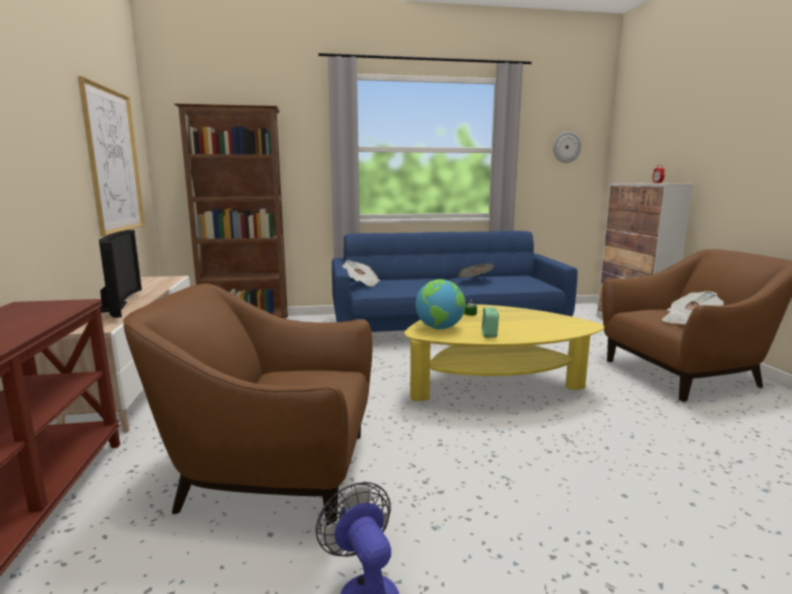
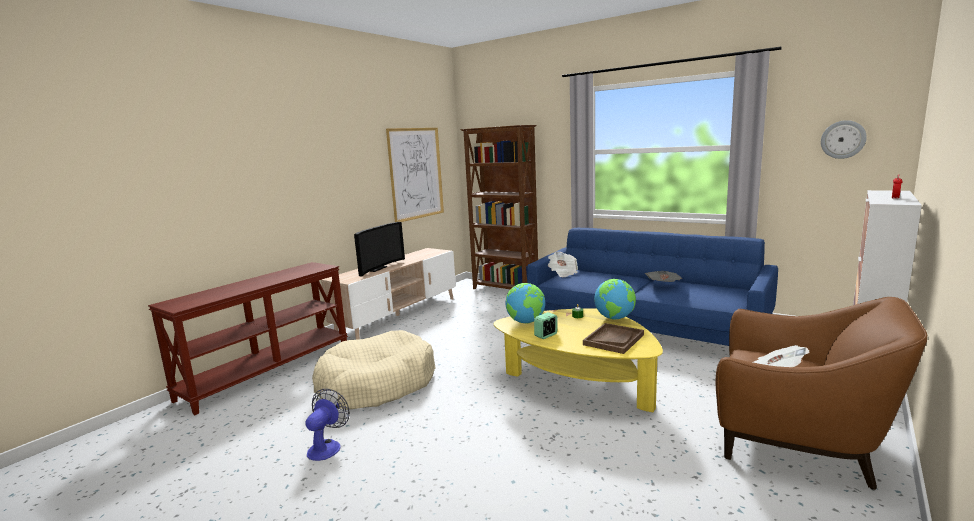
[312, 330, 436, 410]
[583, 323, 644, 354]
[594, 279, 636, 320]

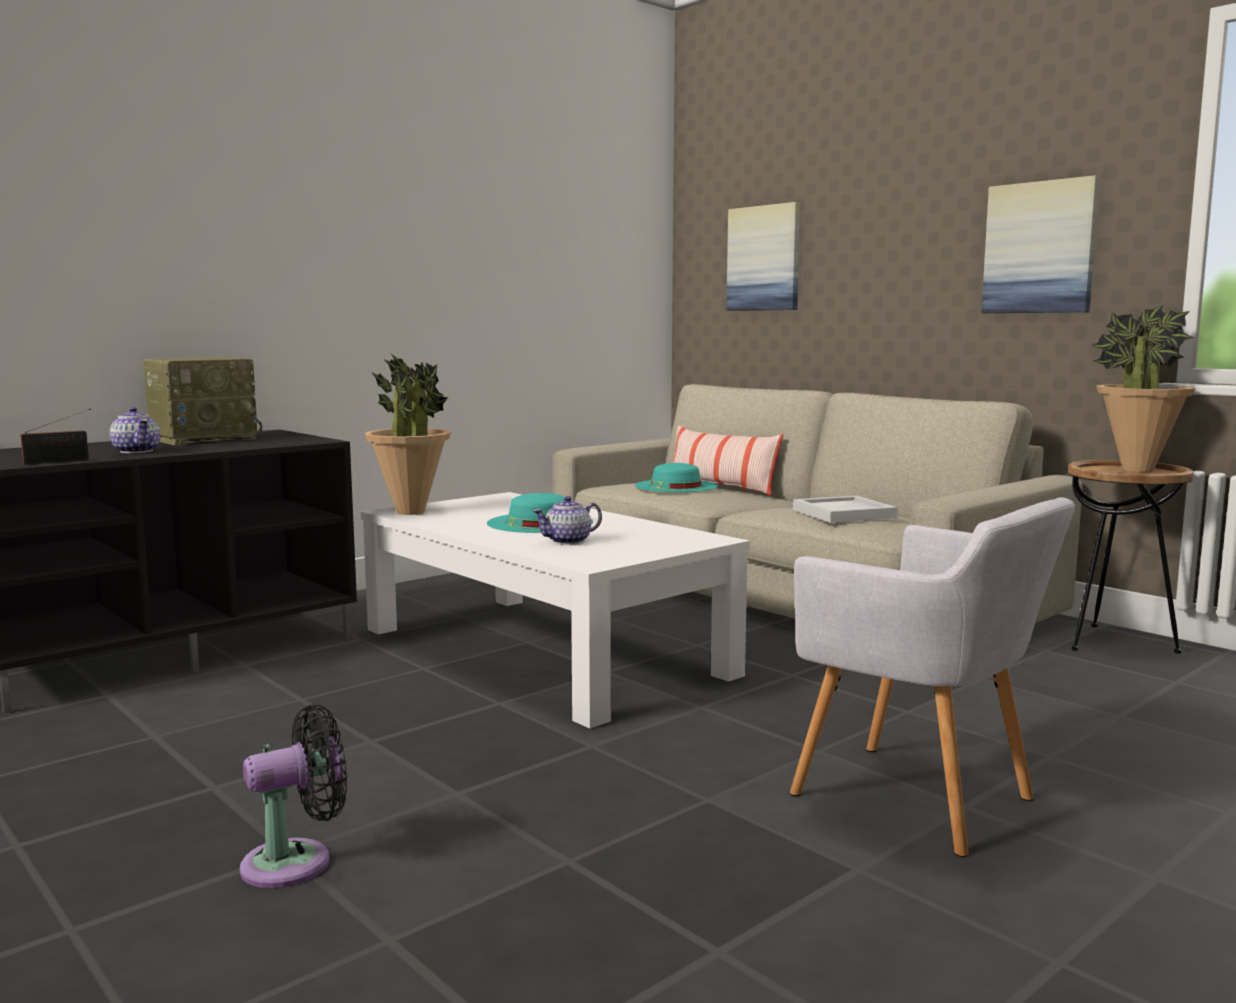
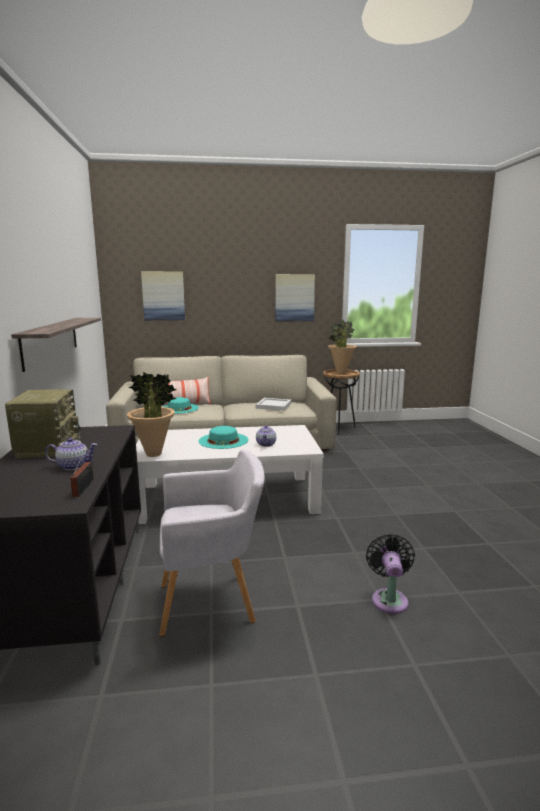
[11, 318, 101, 372]
[159, 450, 265, 637]

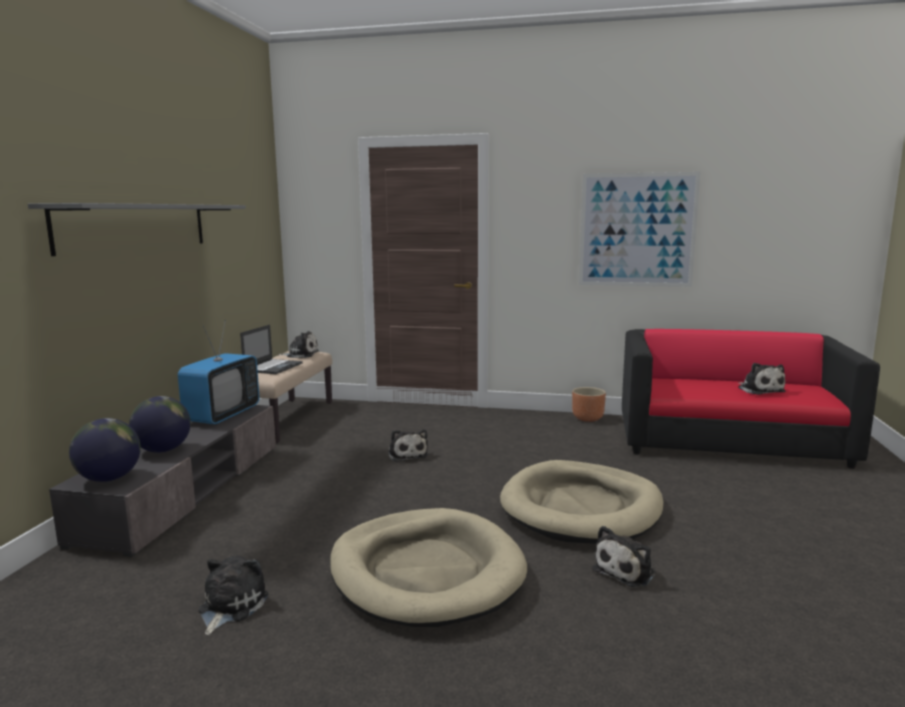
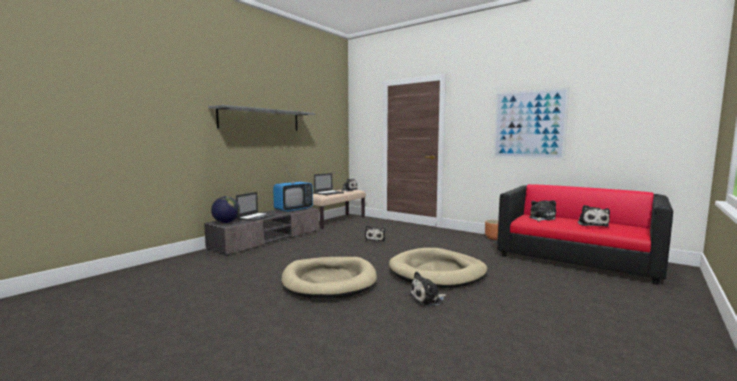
[236, 192, 274, 221]
[529, 200, 556, 221]

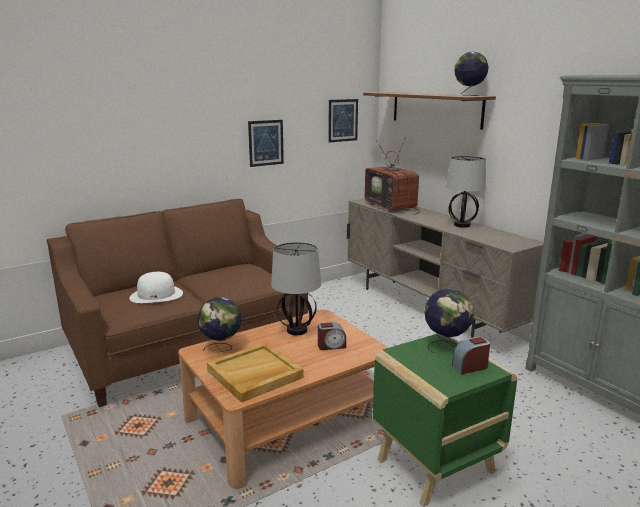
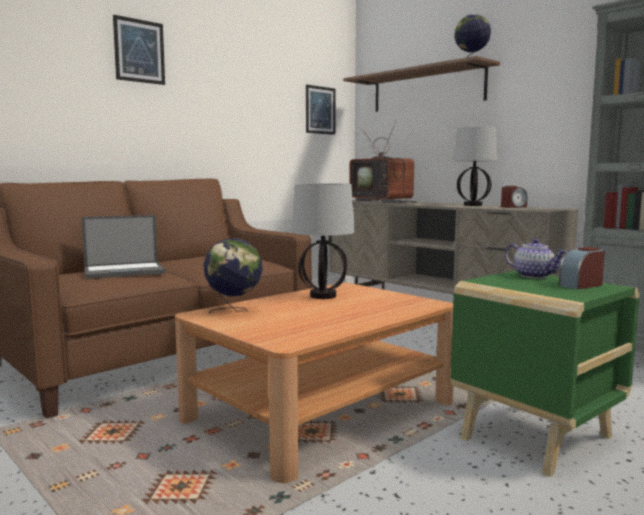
[81, 215, 165, 279]
[113, 15, 165, 85]
[501, 186, 528, 208]
[505, 239, 567, 279]
[207, 342, 304, 403] (first image)

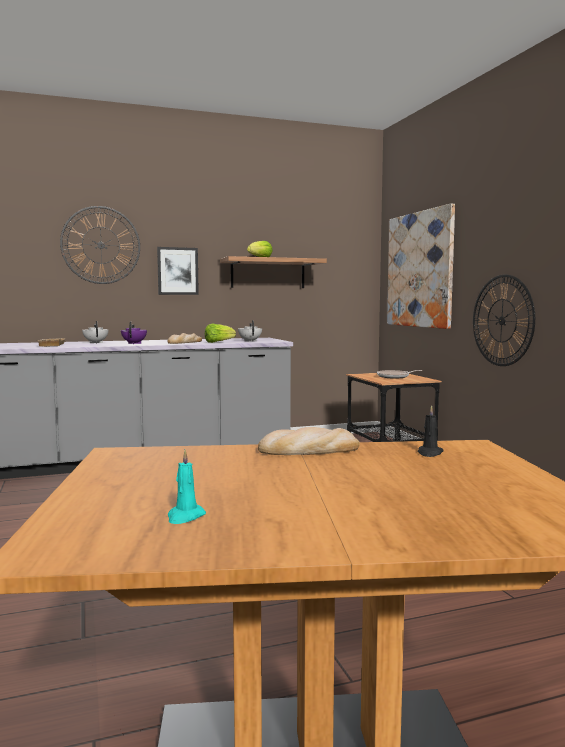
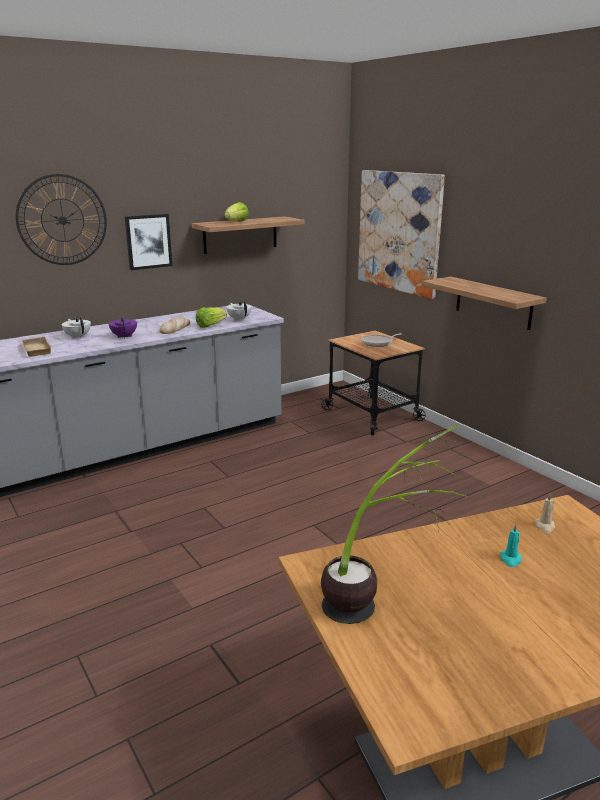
[321, 425, 467, 624]
[422, 277, 547, 330]
[500, 524, 522, 567]
[534, 493, 555, 533]
[258, 427, 360, 455] (first image)

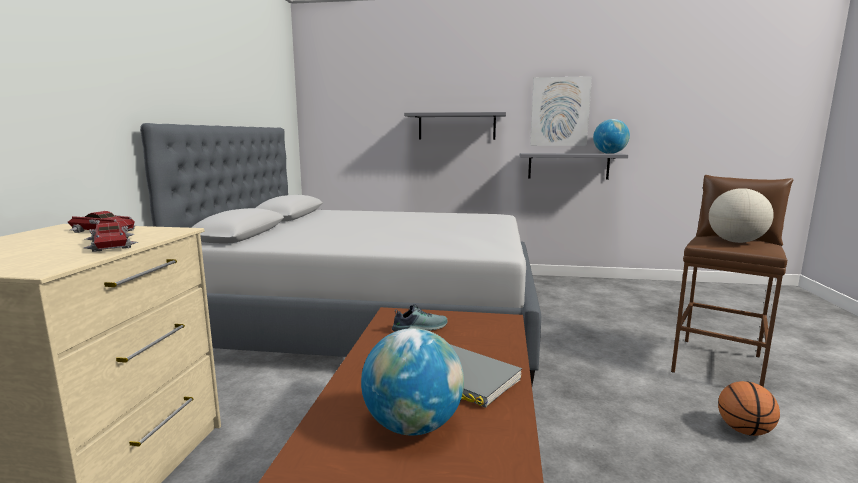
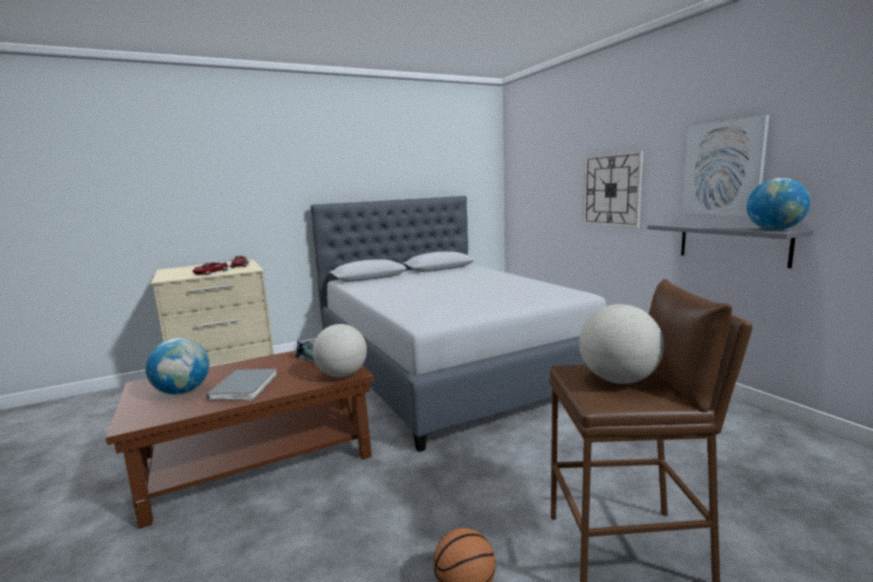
[313, 324, 367, 377]
[583, 151, 643, 228]

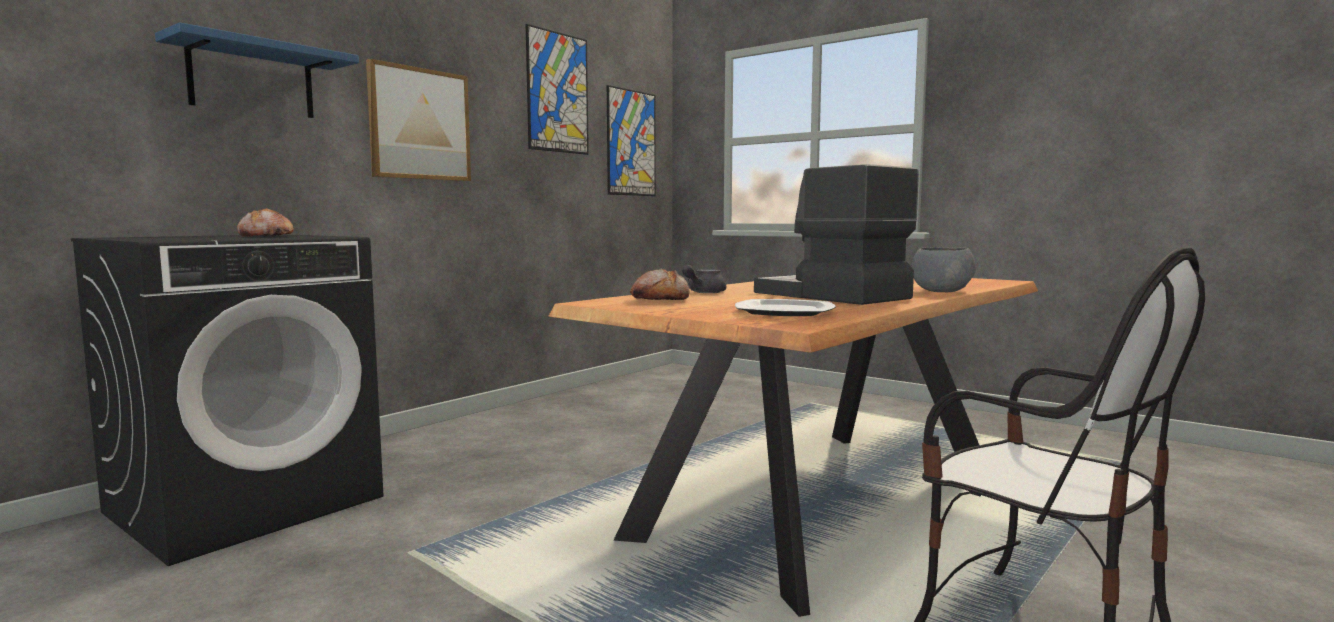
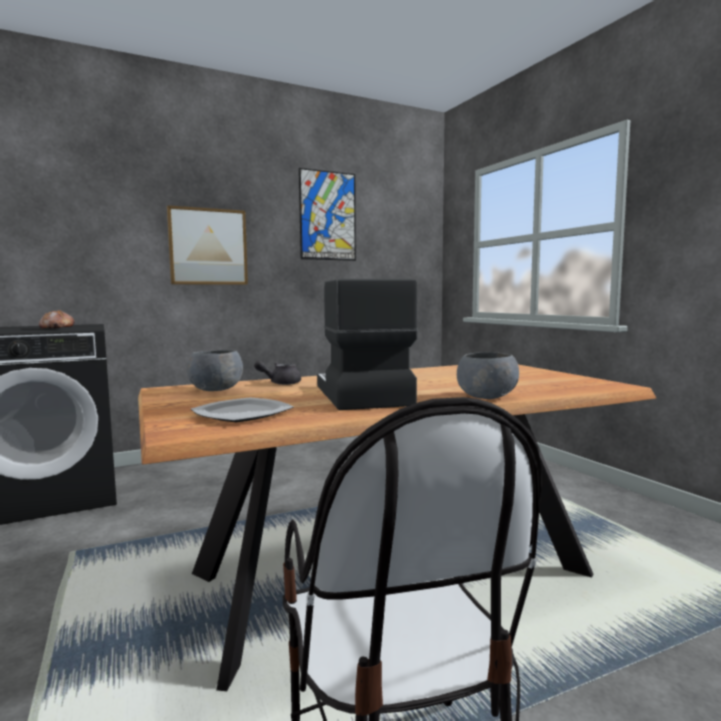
[187, 350, 243, 391]
[155, 22, 359, 118] (first image)
[607, 85, 656, 196] (first image)

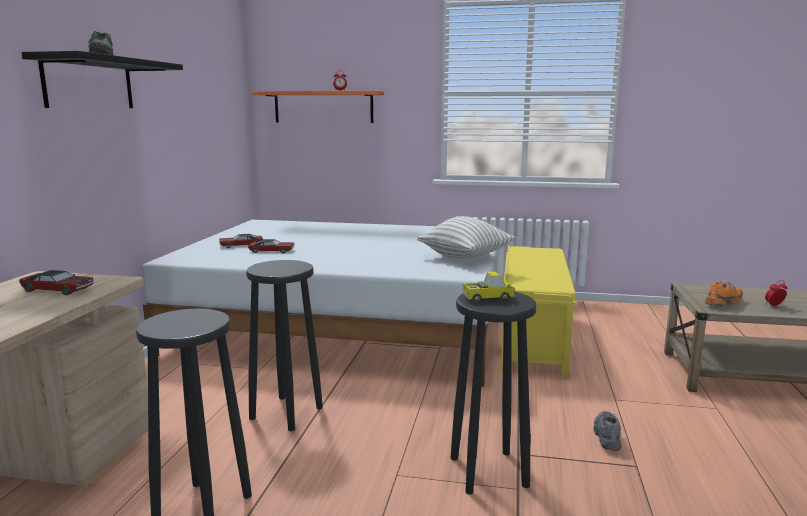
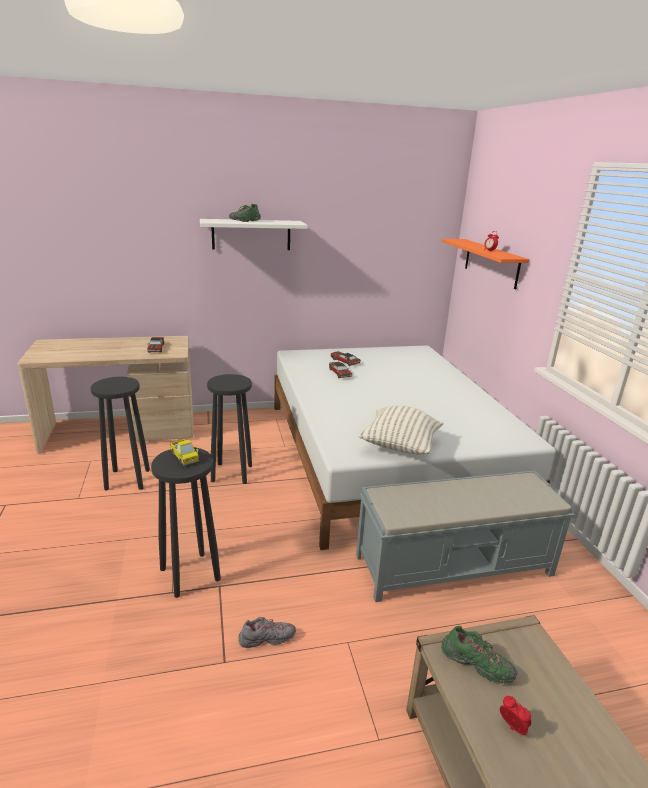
[200, 219, 308, 250]
[356, 470, 575, 602]
[441, 626, 517, 684]

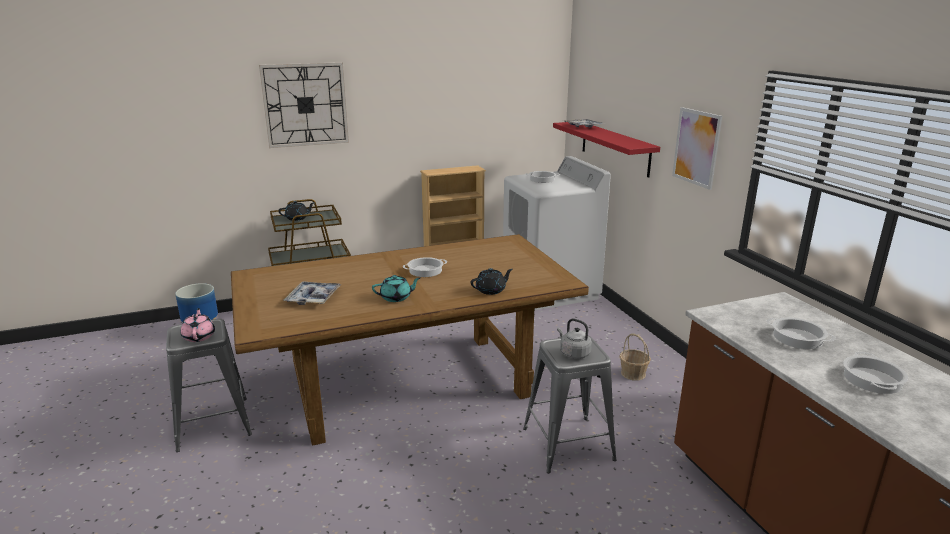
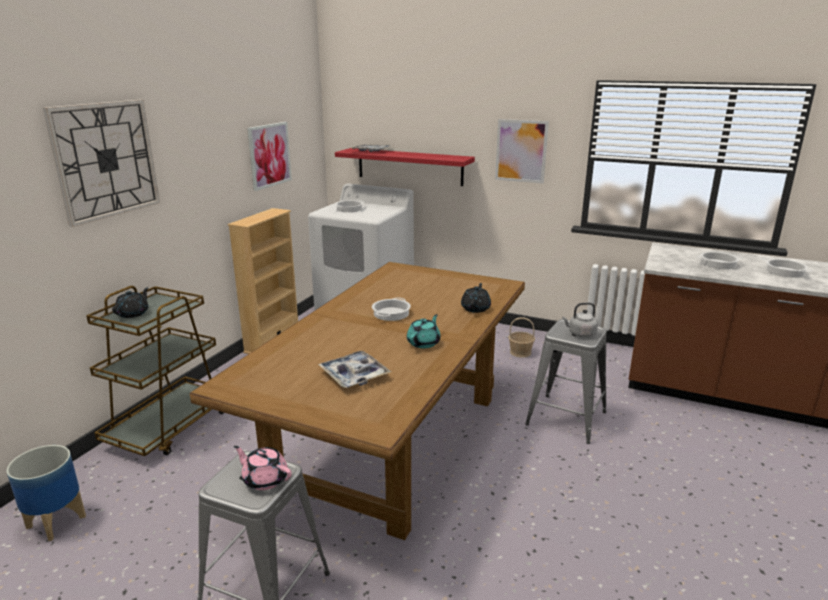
[247, 122, 292, 191]

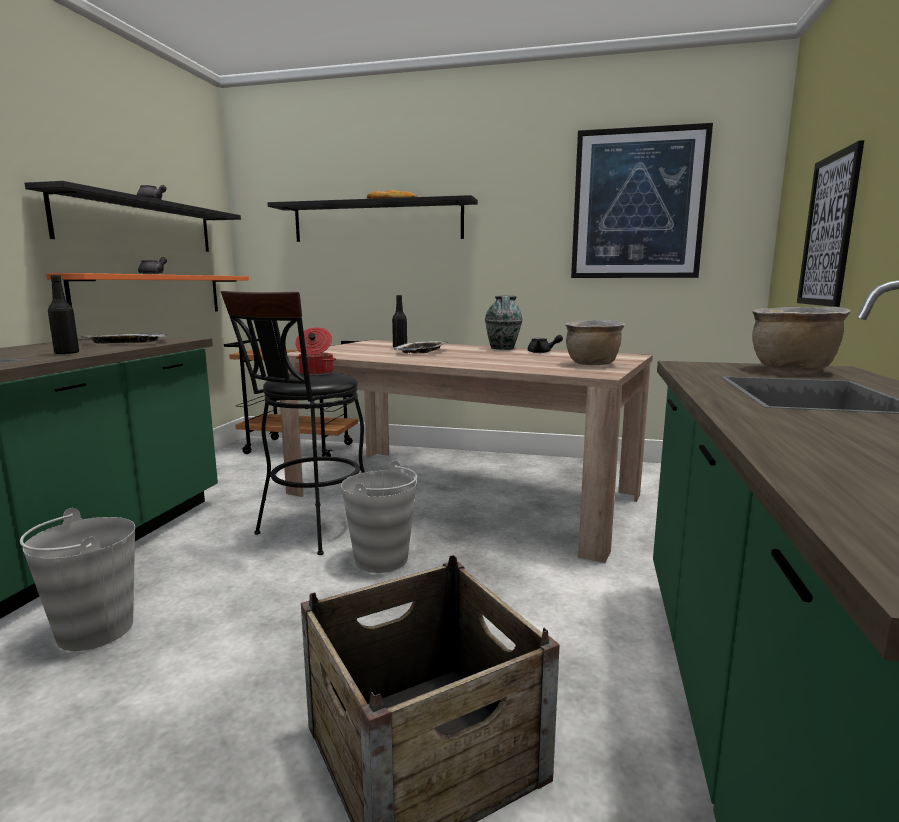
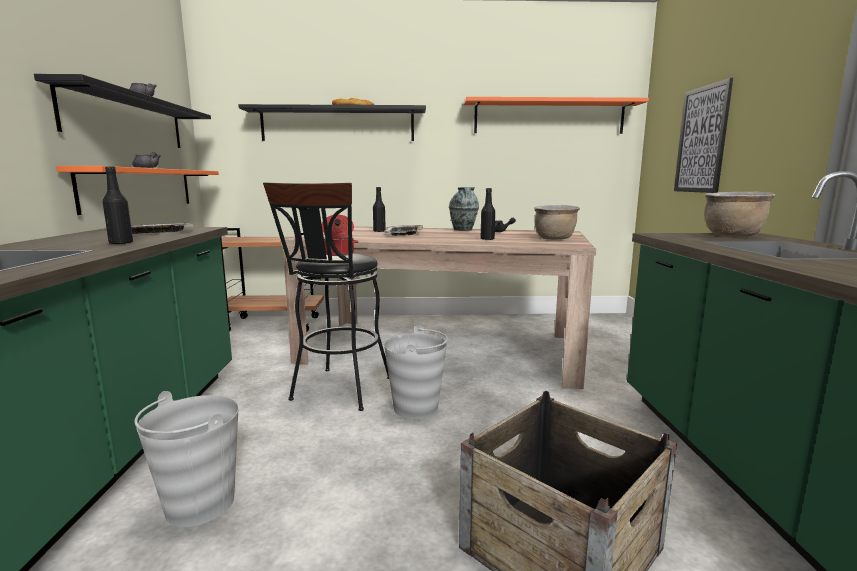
[463, 97, 649, 134]
[481, 188, 495, 240]

